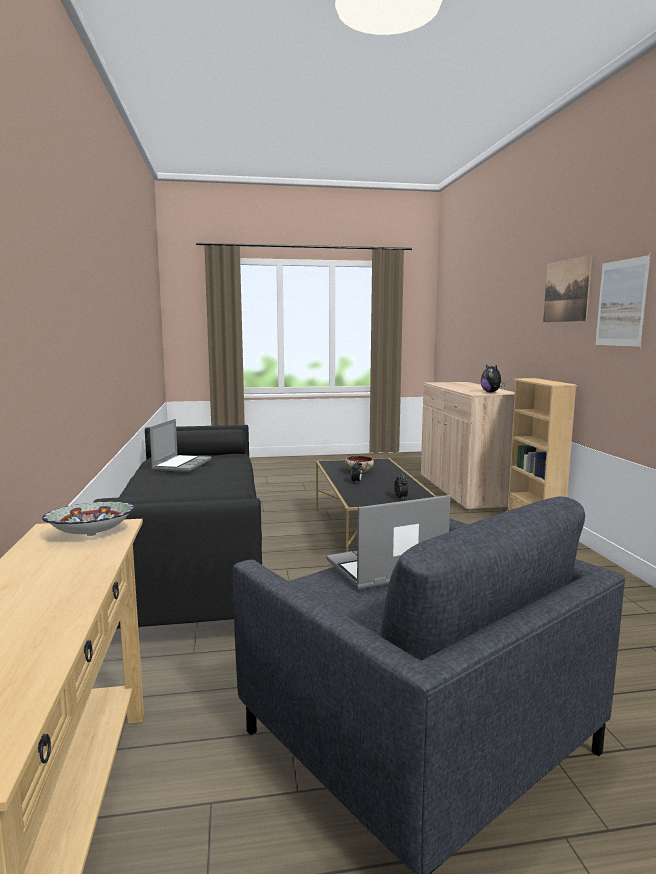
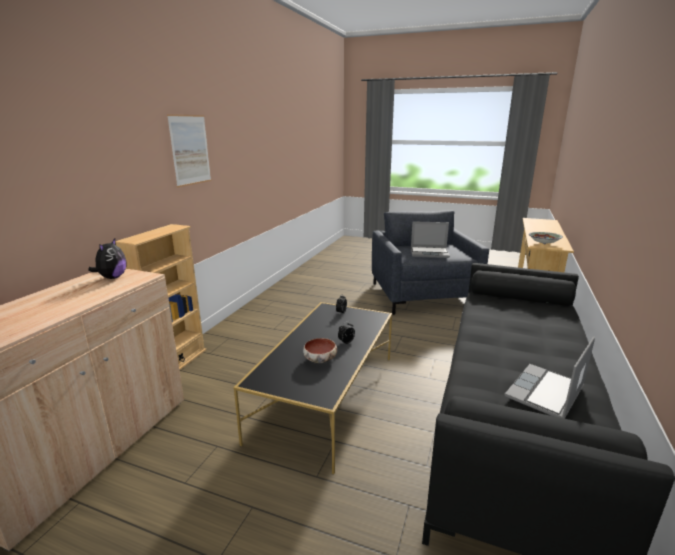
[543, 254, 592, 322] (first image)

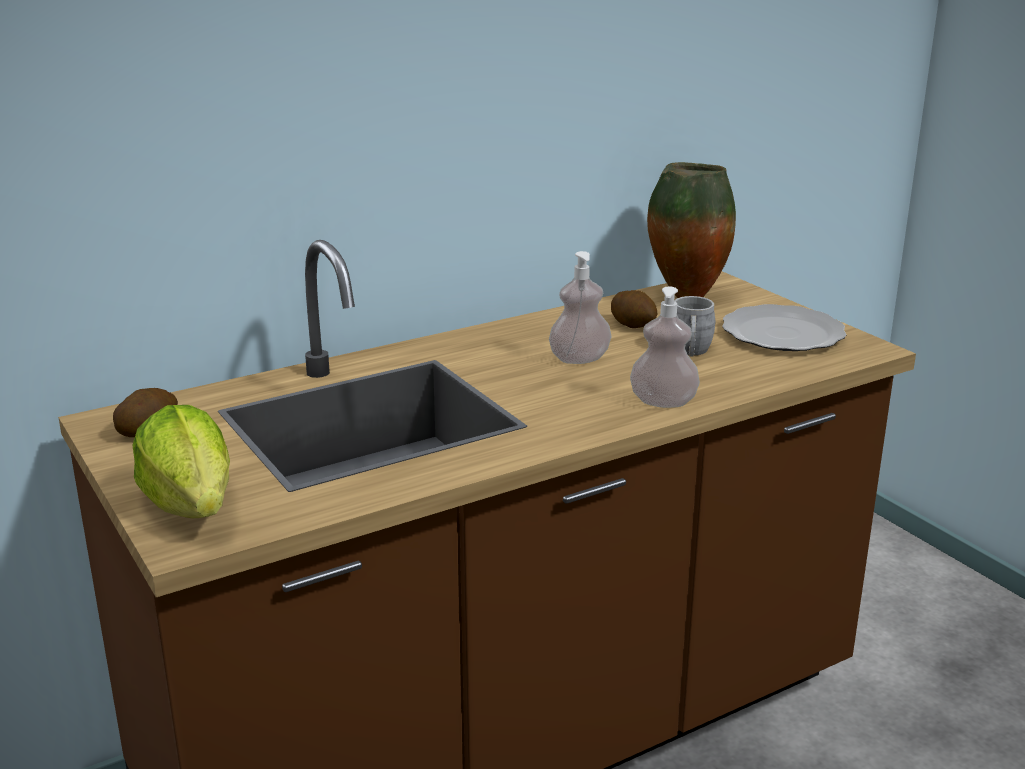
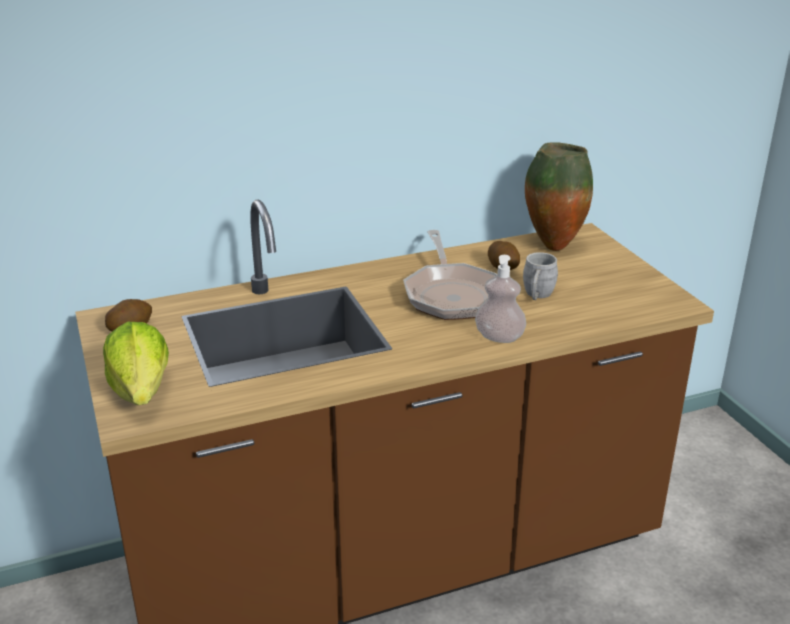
[403, 230, 497, 320]
[722, 304, 847, 351] (first image)

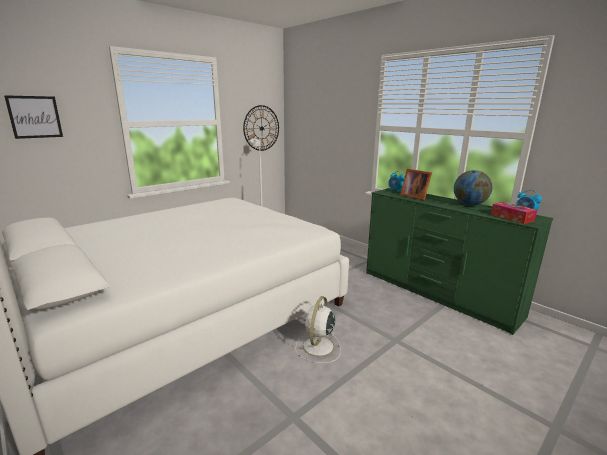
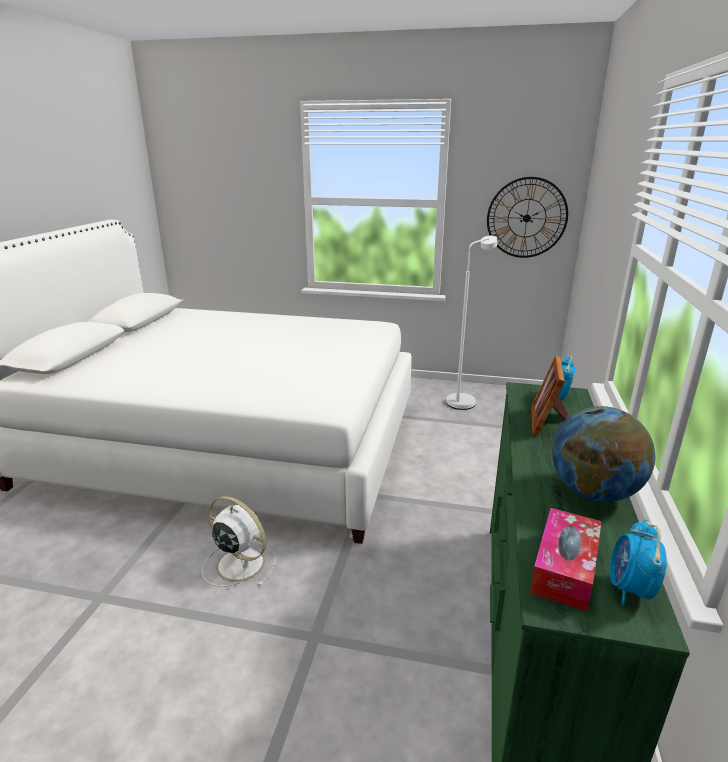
[202, 496, 276, 587]
[4, 95, 63, 139] (first image)

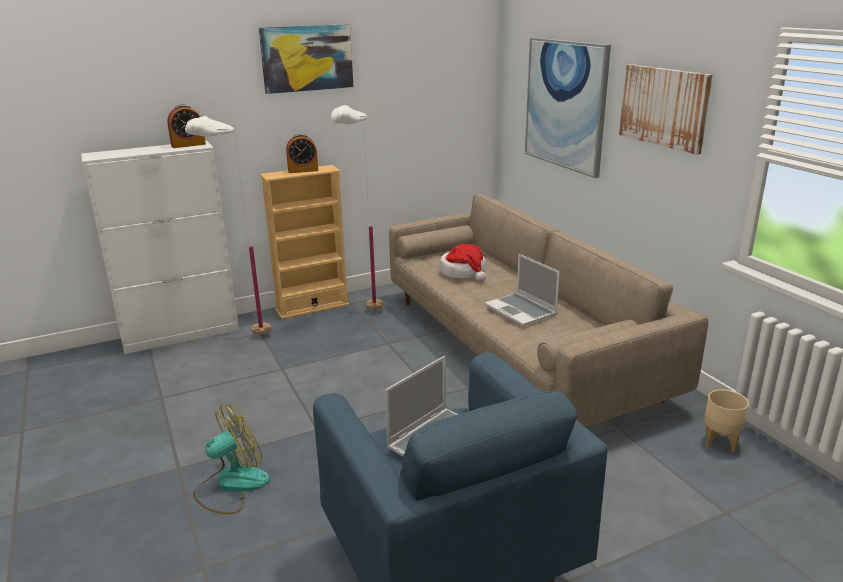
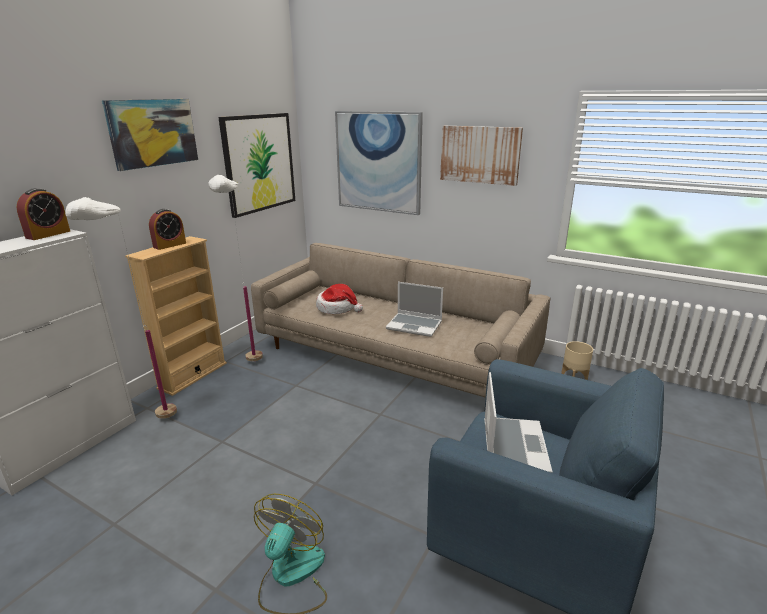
[218, 113, 295, 218]

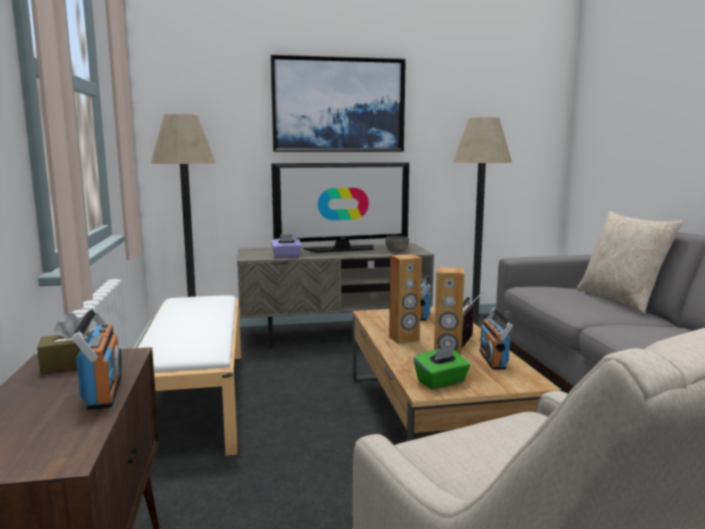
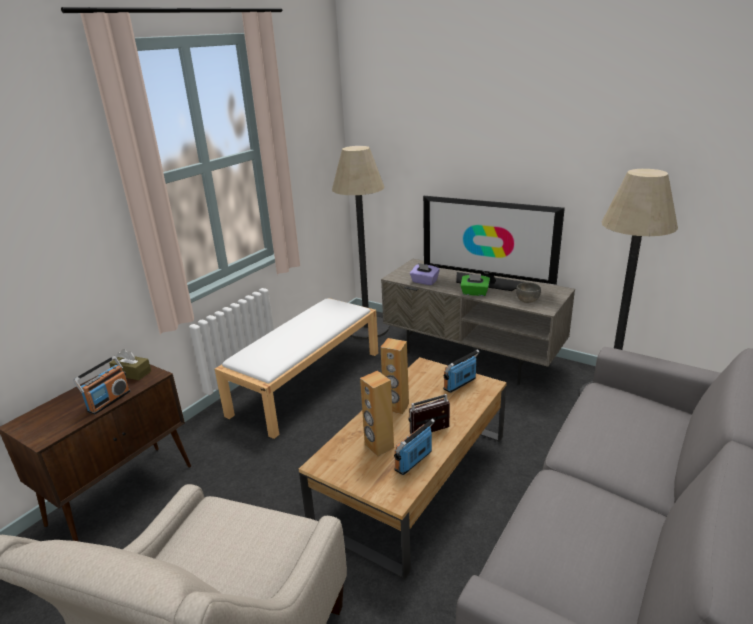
[460, 274, 490, 296]
[270, 55, 406, 152] (first image)
[577, 211, 683, 314] (first image)

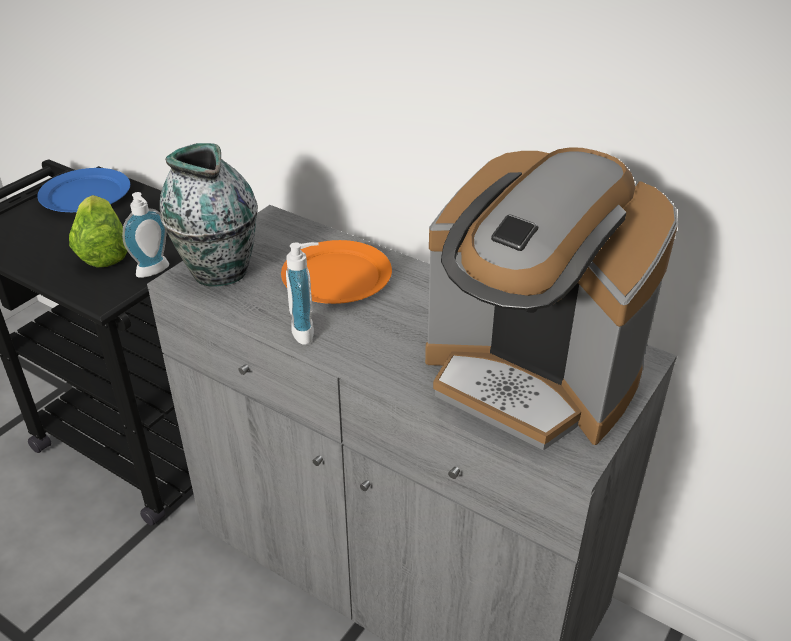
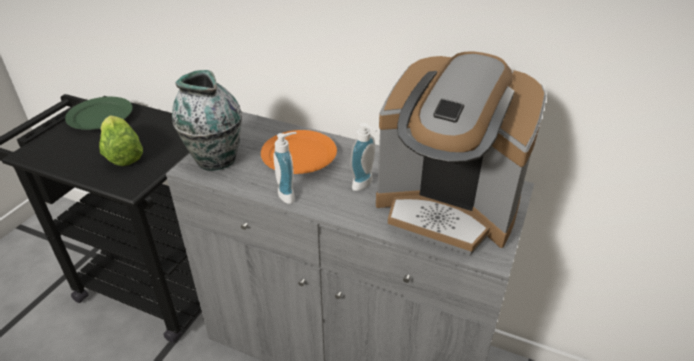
[65, 97, 133, 130]
[351, 123, 377, 191]

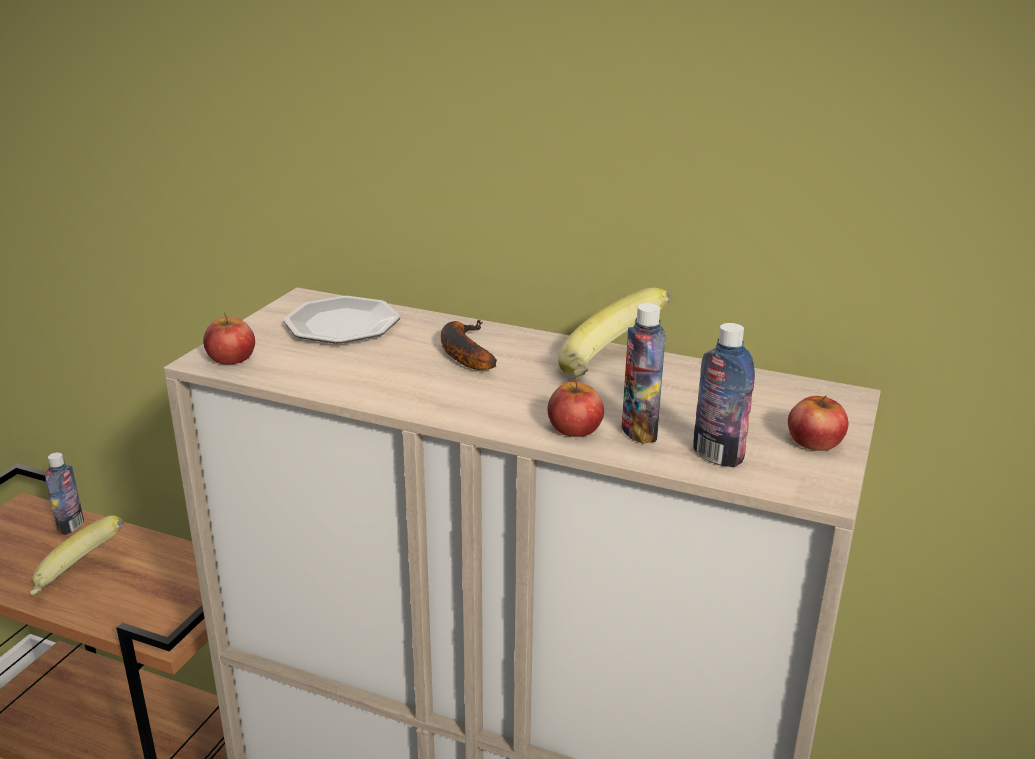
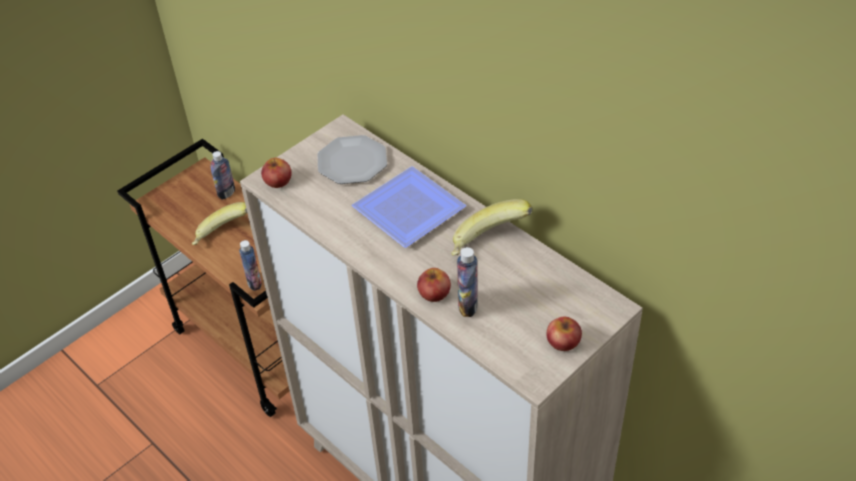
[239, 240, 262, 291]
[352, 166, 466, 248]

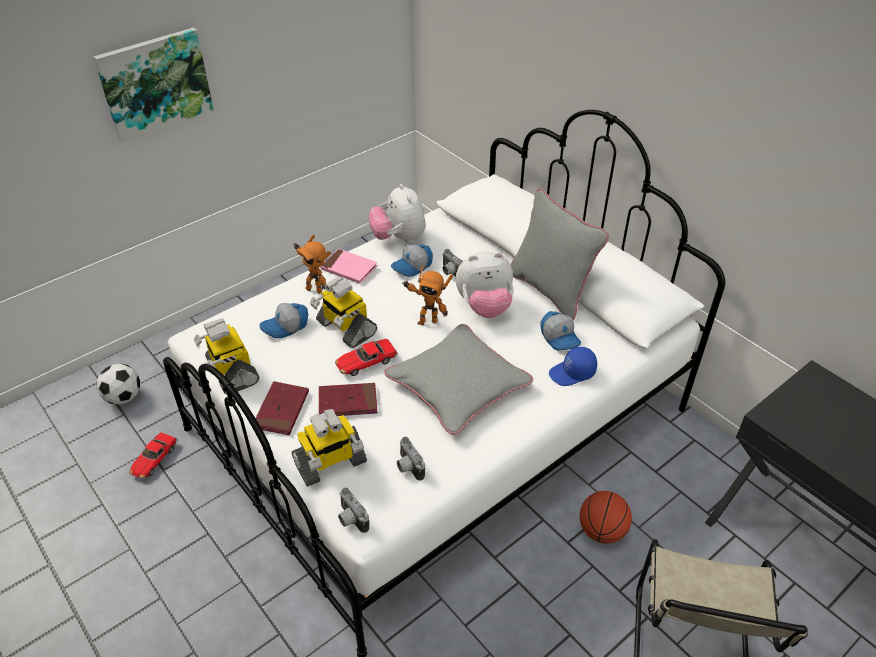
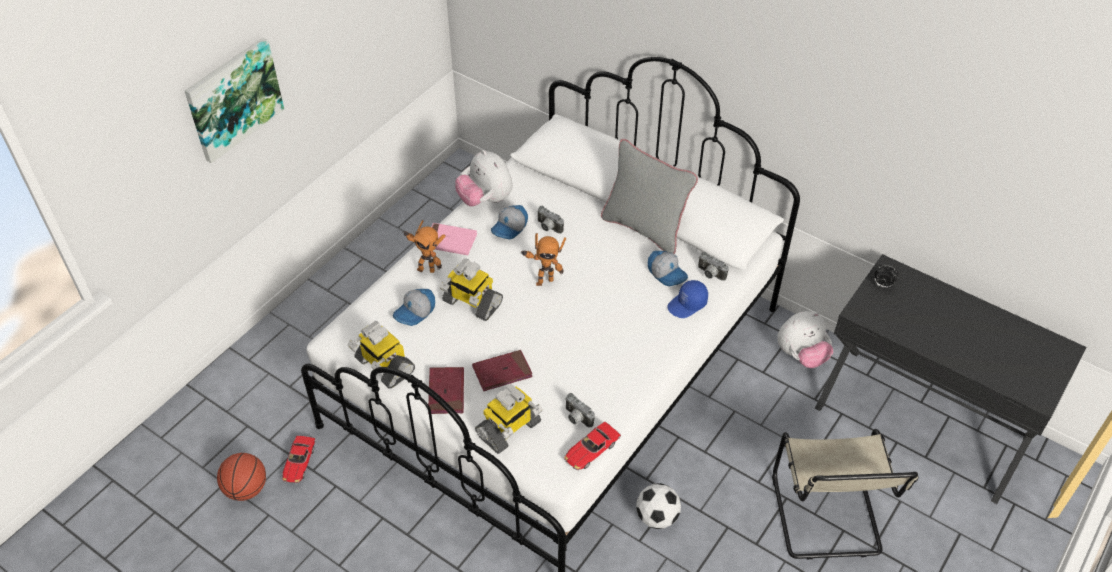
[217, 453, 266, 501]
[564, 422, 621, 470]
[636, 483, 681, 529]
[698, 252, 729, 281]
[777, 311, 833, 368]
[874, 265, 899, 288]
[384, 324, 533, 435] (first image)

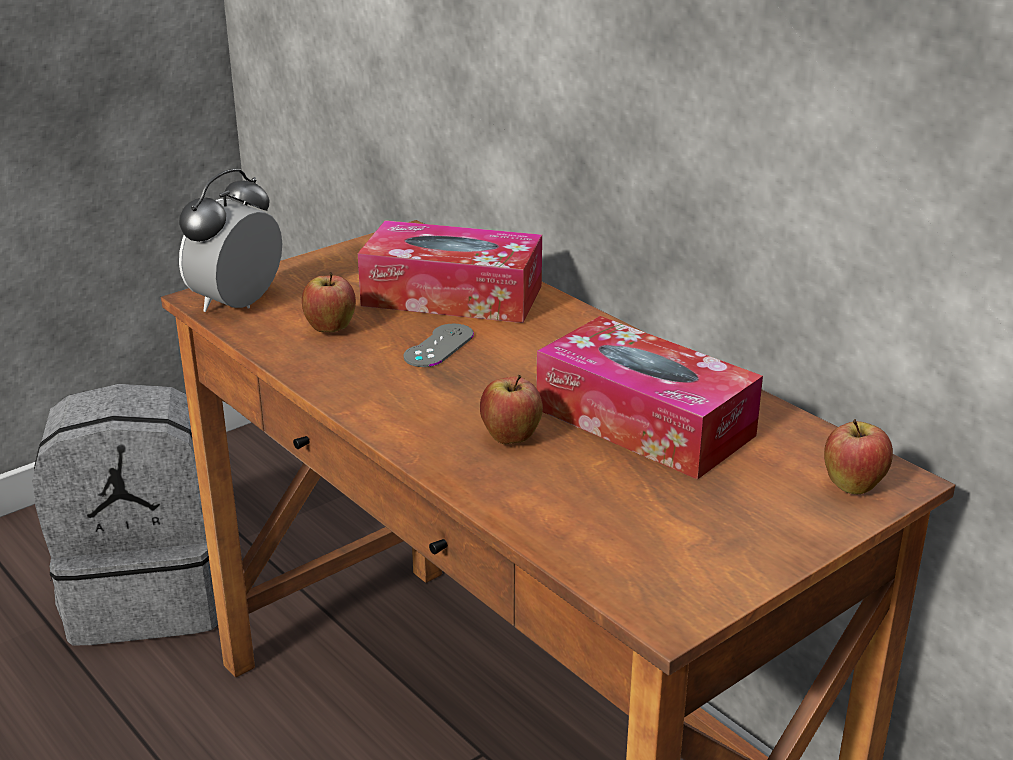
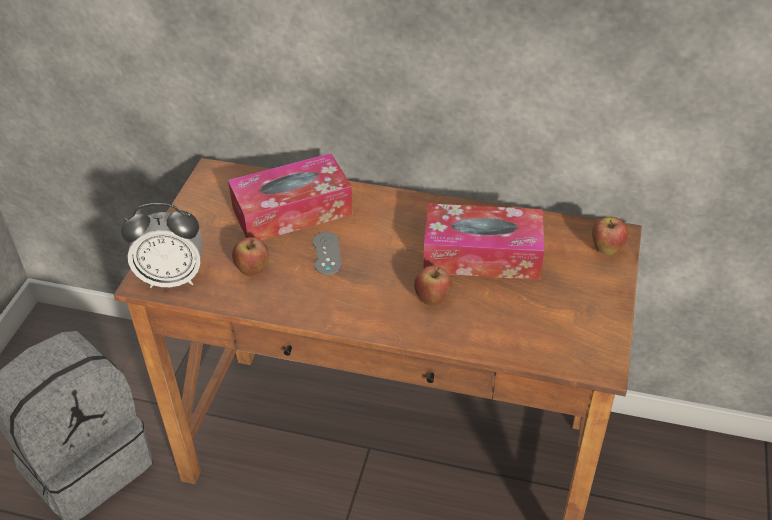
[121, 203, 203, 288]

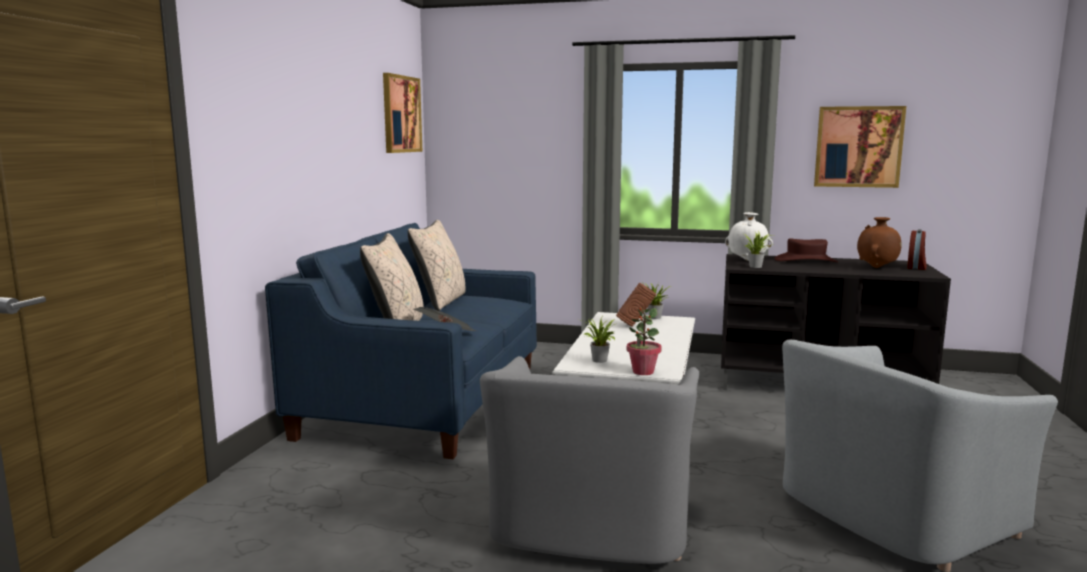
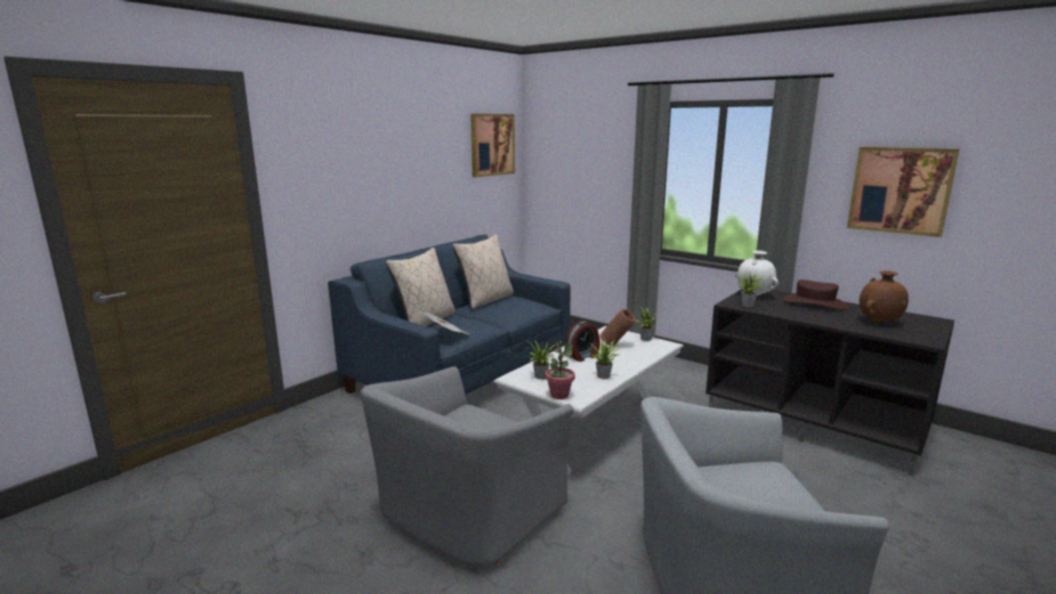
[565, 321, 600, 362]
[590, 339, 623, 379]

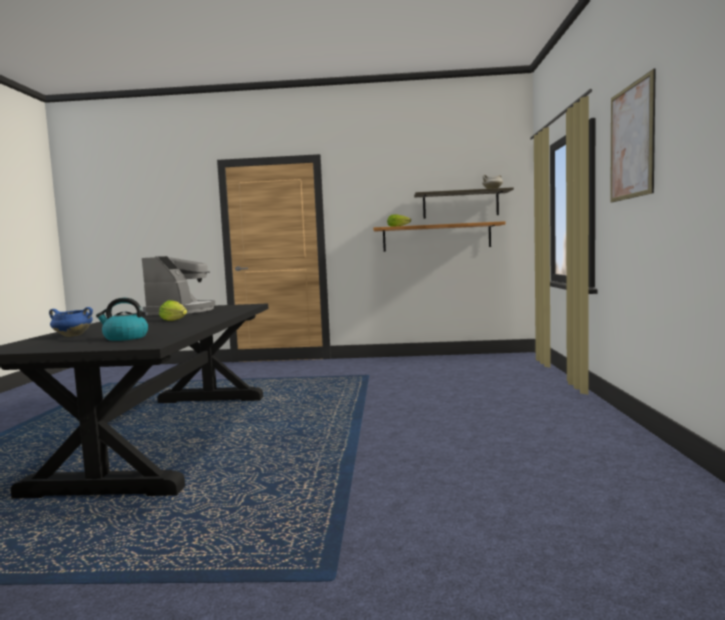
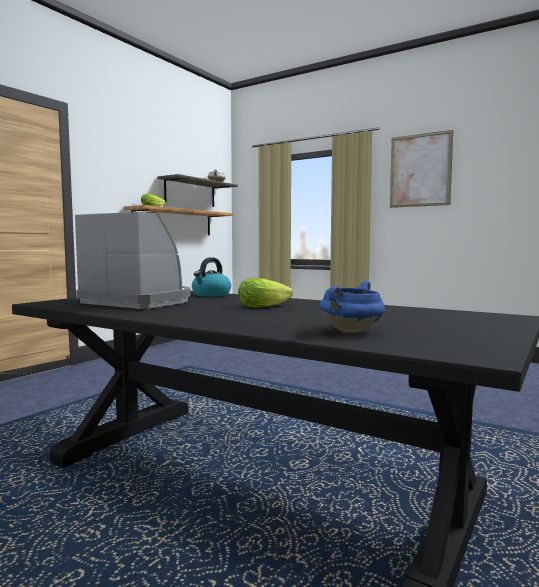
[192, 257, 231, 297]

